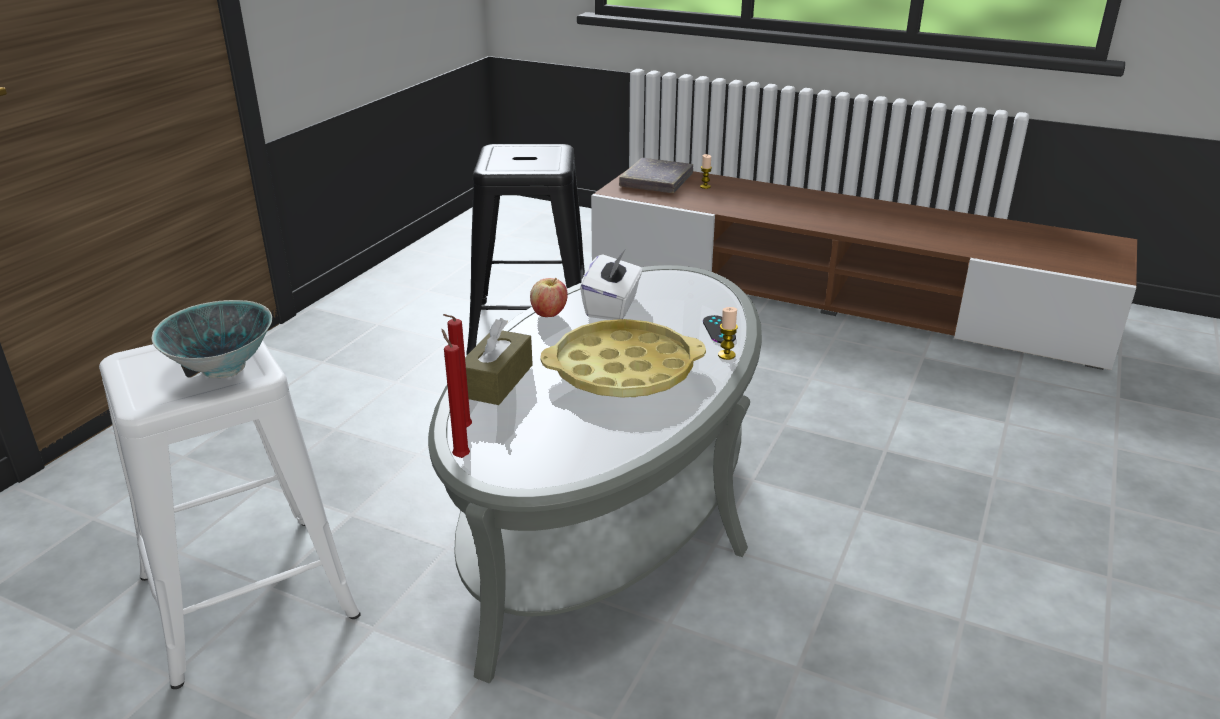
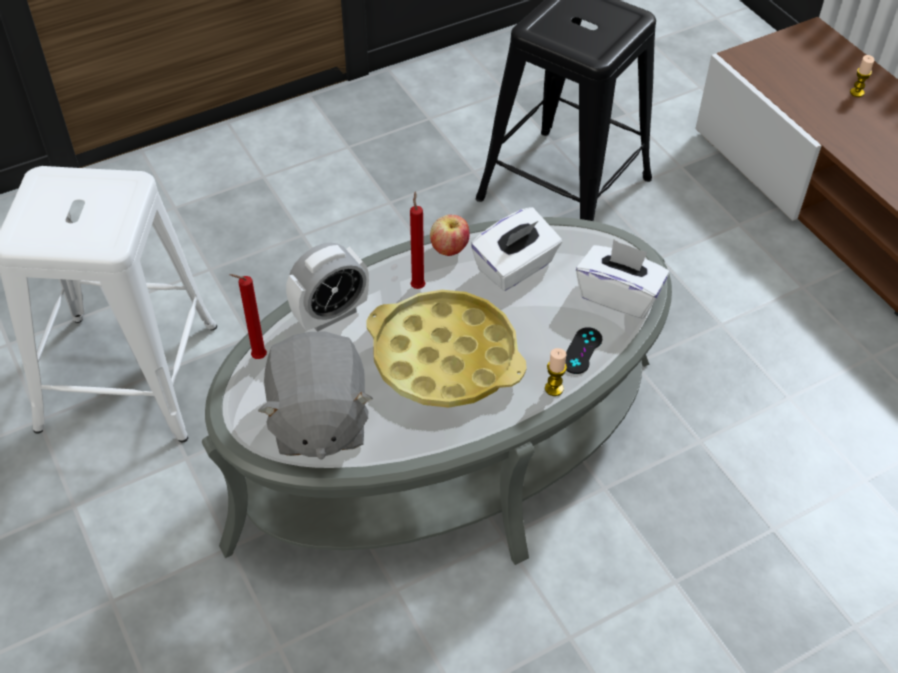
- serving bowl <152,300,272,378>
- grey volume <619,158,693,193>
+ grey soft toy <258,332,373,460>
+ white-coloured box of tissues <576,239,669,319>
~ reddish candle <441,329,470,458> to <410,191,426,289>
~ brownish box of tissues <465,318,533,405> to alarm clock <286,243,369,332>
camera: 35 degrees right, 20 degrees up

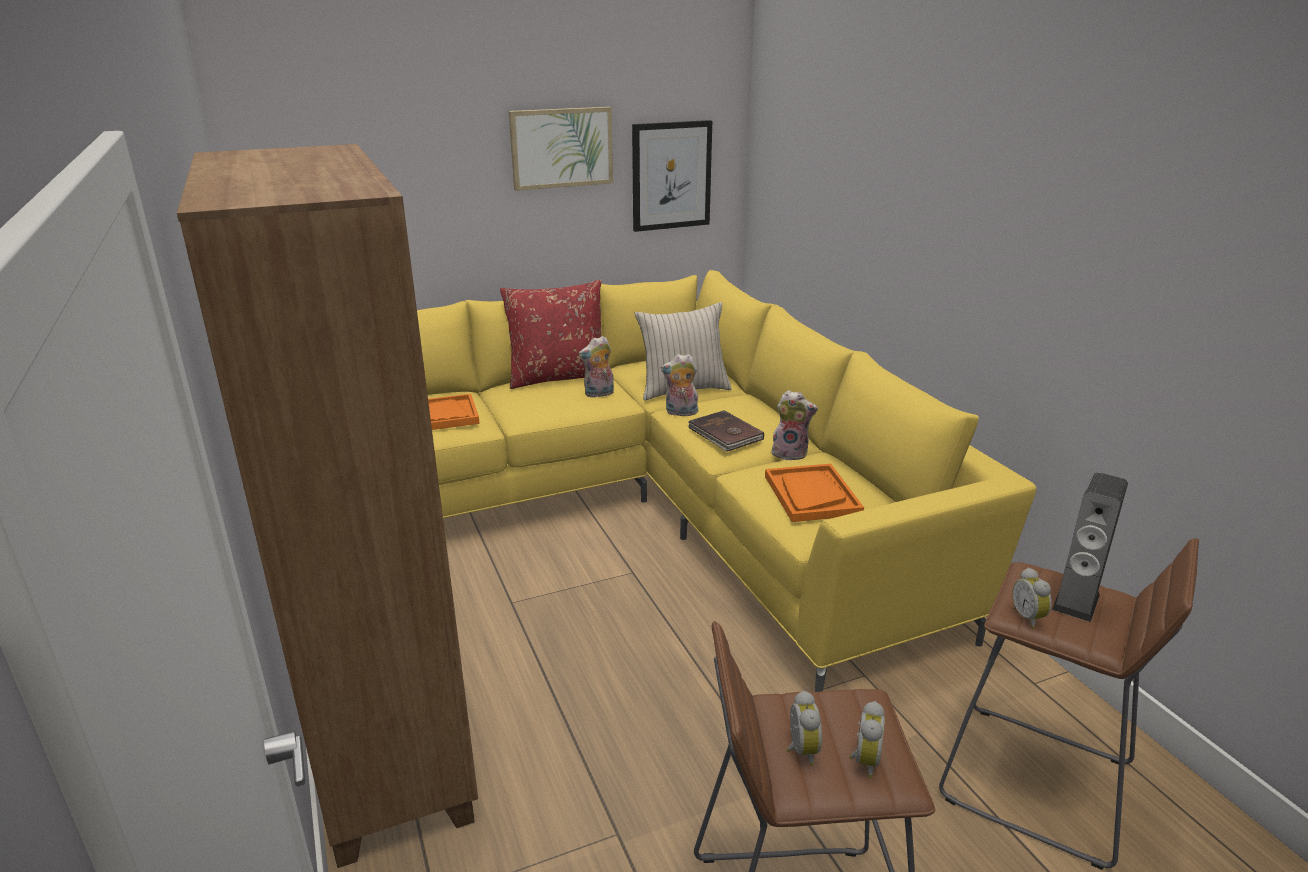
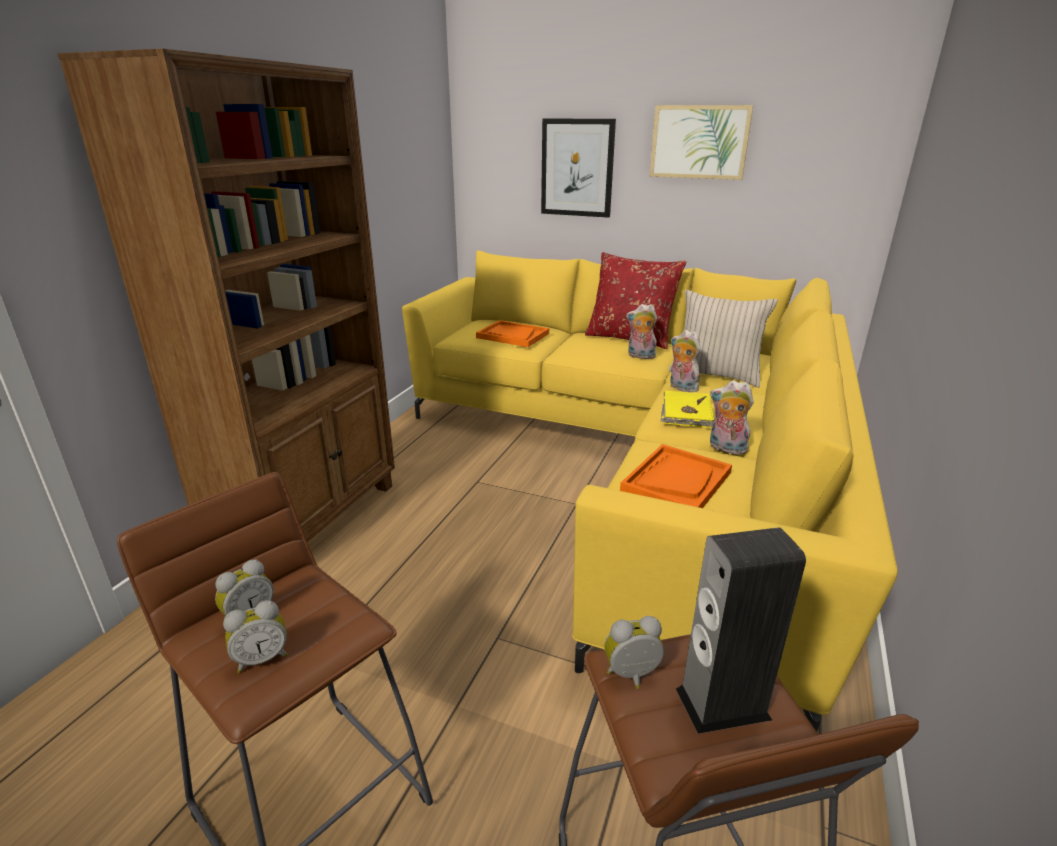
~ wall picture <632,120,712,232> to <541,118,616,218>
~ brownish volume <688,410,764,452> to yellowish volume <661,391,714,428>
~ soft toy <771,390,818,460> = <710,380,754,455> 150 degrees clockwise
~ alarm clock <1012,568,1052,629> = <604,616,664,689> 45 degrees clockwise
camera: 45 degrees right, 0 degrees up

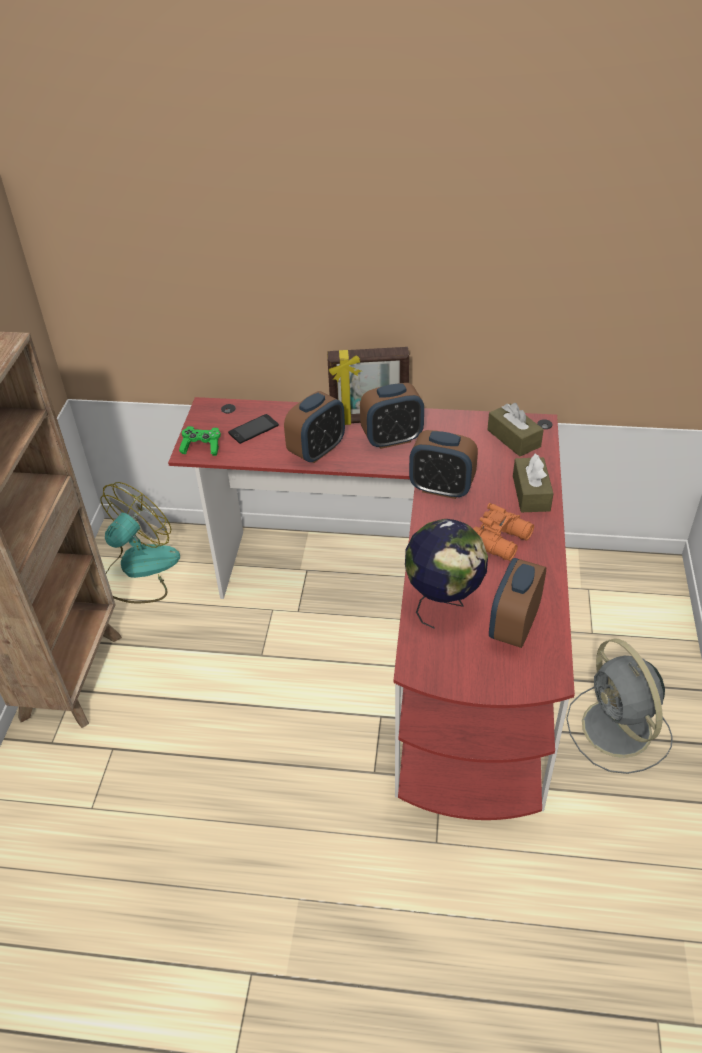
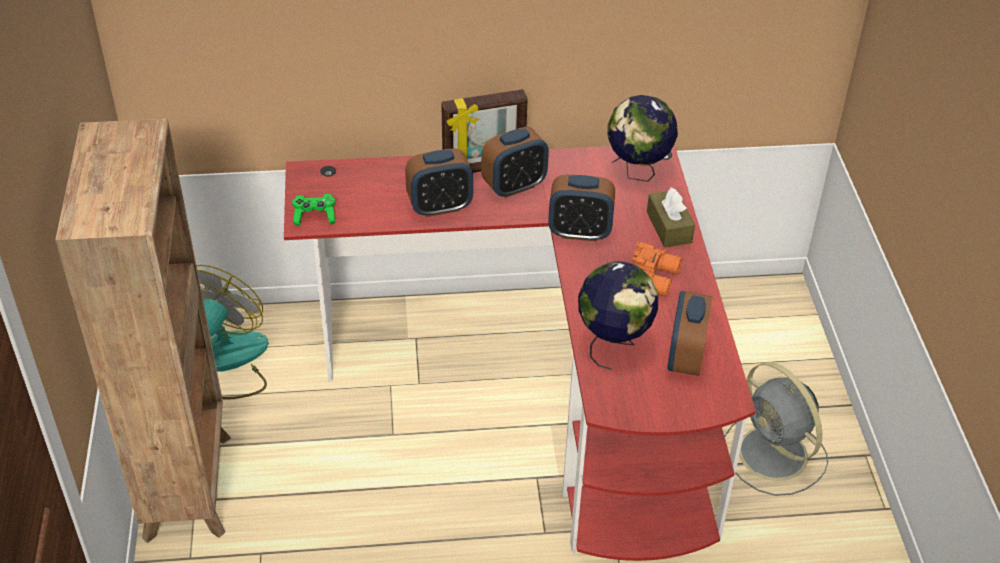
- phone <228,414,279,444>
~ brownish box of tissues <487,403,544,456> to globe <607,95,678,182>
~ alarm clock <284,391,345,463> = <405,149,473,217> 45 degrees clockwise
camera: 15 degrees left, 0 degrees up

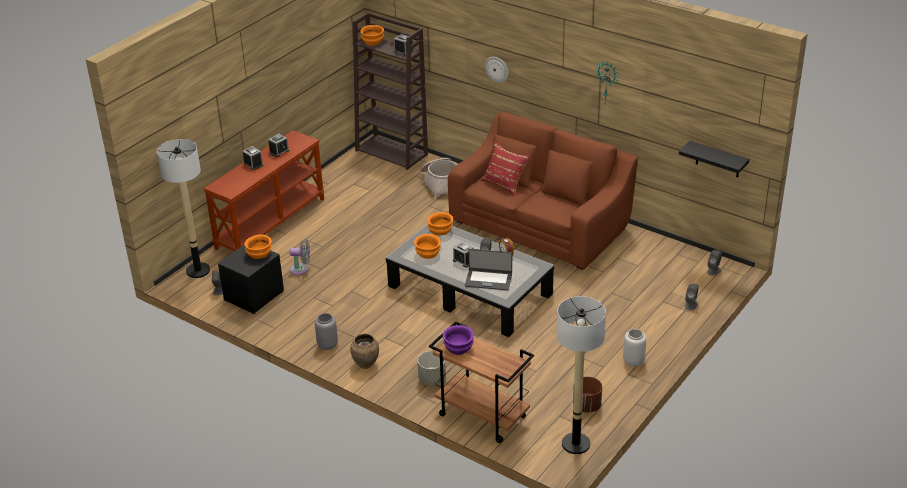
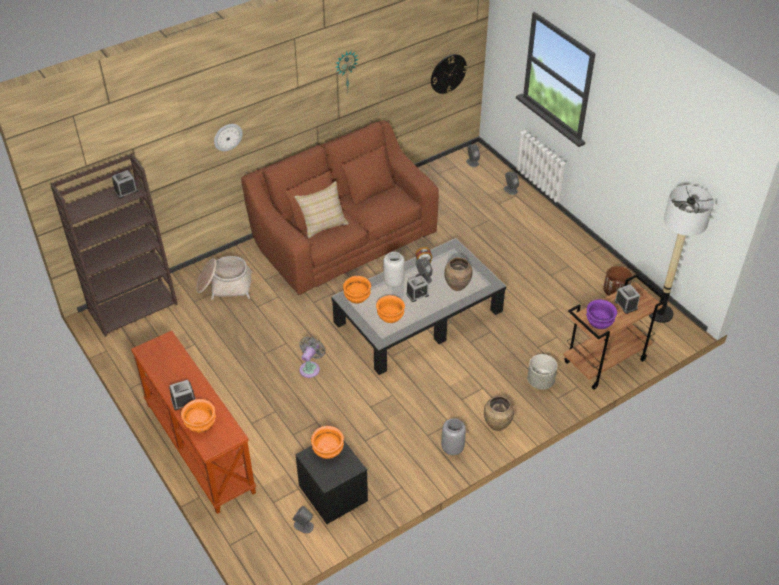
- standing lamp <157,139,210,278>
~ alarm clock <268,134,290,157> to <614,284,640,314>
~ grey cooling fan <289,239,310,275> to <299,337,325,378>
~ orange-coloured serving bowl <360,25,384,46> to <181,399,216,433>
~ grey flower vase <623,329,646,367> to <383,252,405,287>
~ notebook computer <465,249,512,290> to brownish flower vase <444,257,473,291>
~ black-coloured shelf <679,141,749,177> to hanging clock <431,54,467,94>
~ reddish cushion <481,142,530,196> to beige cushion <294,181,349,239>
camera: 70 degrees left, 10 degrees up

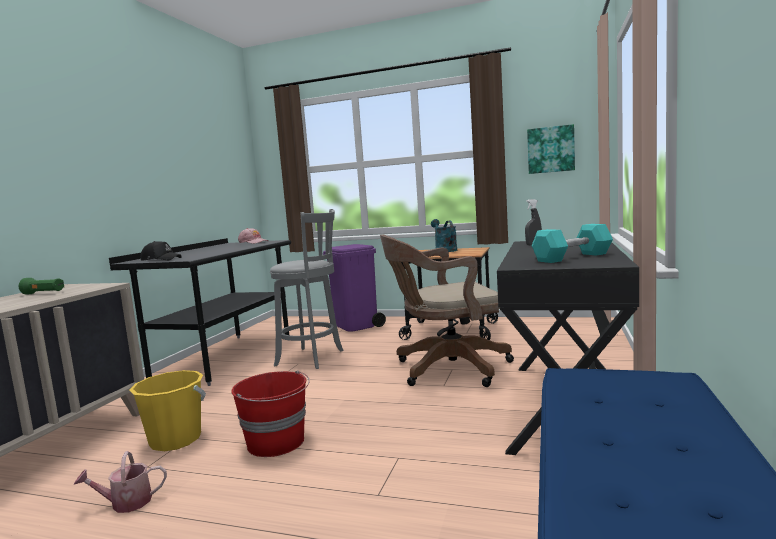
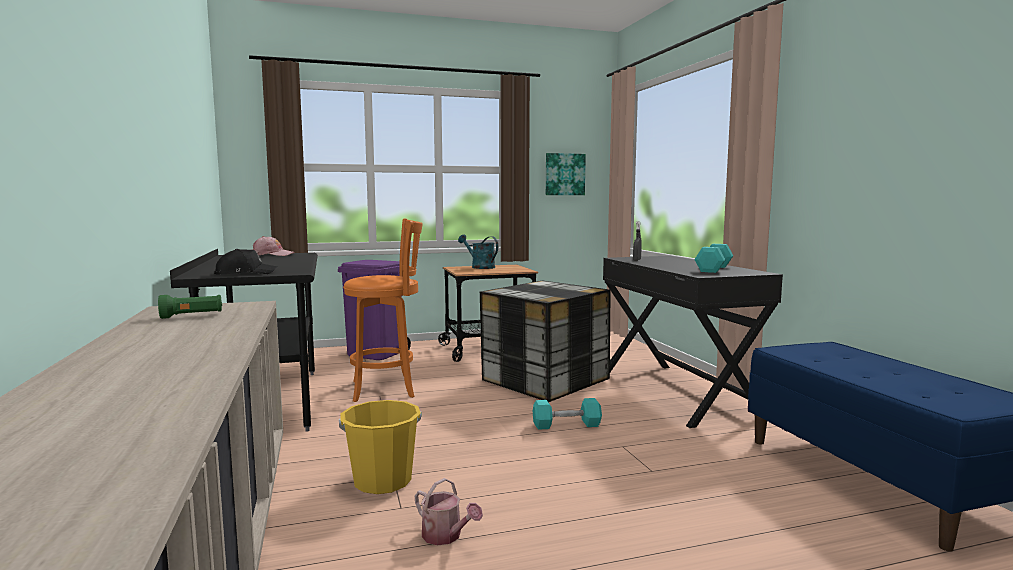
- reddish bucket <231,370,310,457>
+ blue-green hand weight <533,398,602,430>
~ brownish office chair <380,234,514,387> to storage container <480,280,611,402>
~ grey sitting stool <270,209,344,369> to orange-coloured sitting stool <343,219,423,402>
~ watering can <74,451,167,513> = <415,478,483,545> 90 degrees counterclockwise
camera: 35 degrees left, 0 degrees up

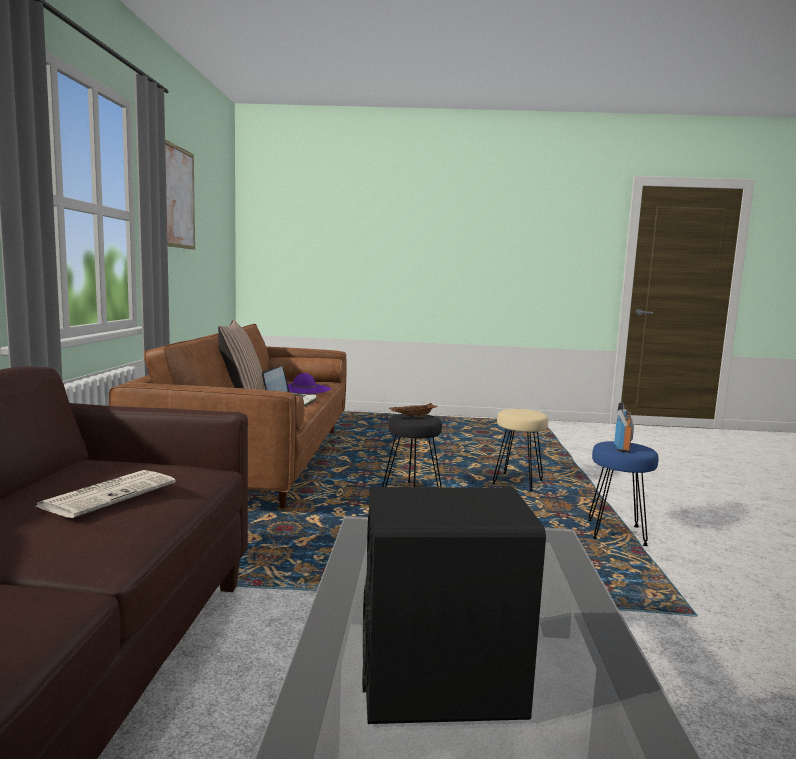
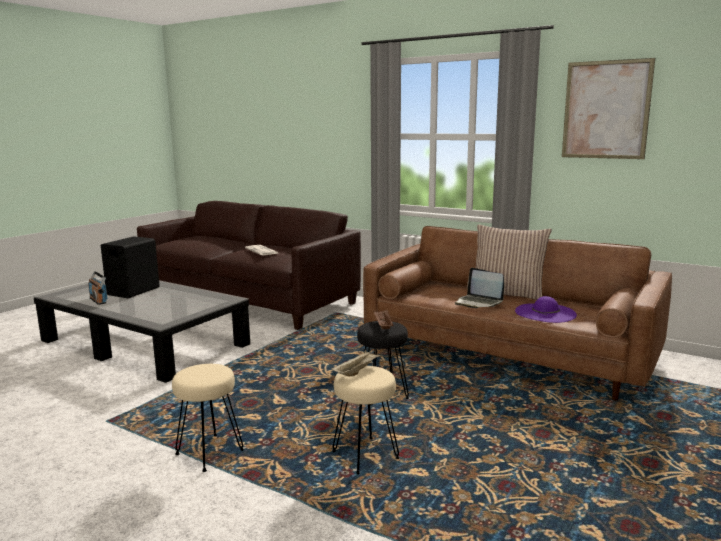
+ beige tray <331,350,381,376>
~ radio receiver <614,402,634,453> to <88,271,107,305>
~ blue-coloured sitting stool <588,441,658,546> to beige sitting stool <172,364,244,472>
camera: 120 degrees right, 5 degrees up

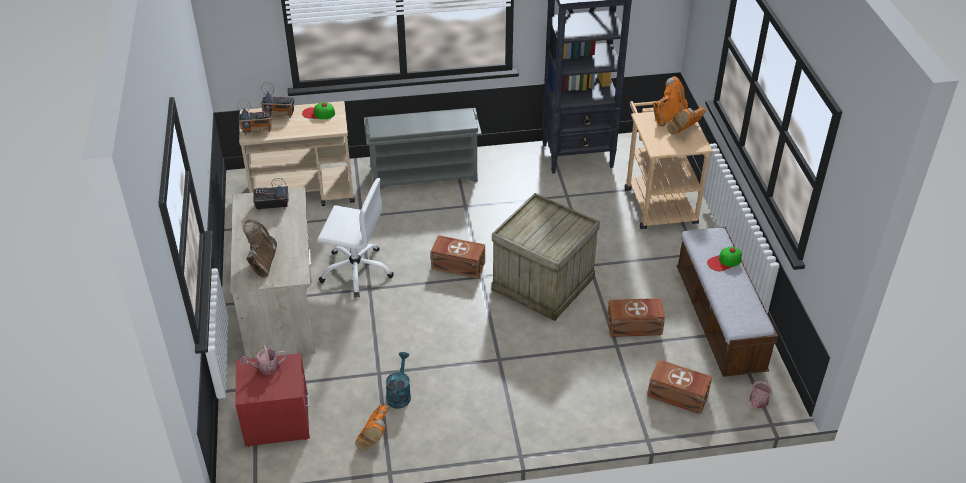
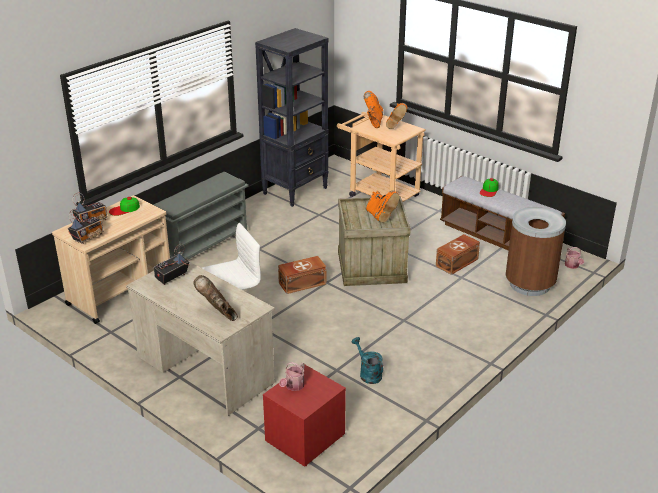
~ orange-coloured boot <355,403,389,450> to <366,190,400,223>
~ brownish storage container <647,359,712,414> to brownish trash can <506,207,566,296>
camera: 40 degrees left, 10 degrees down

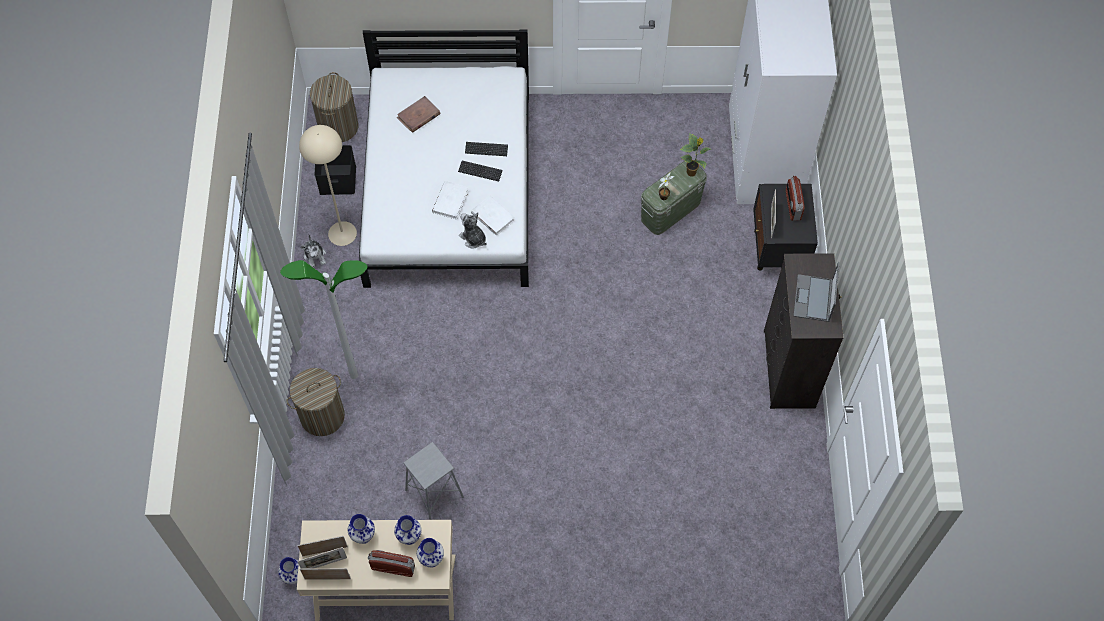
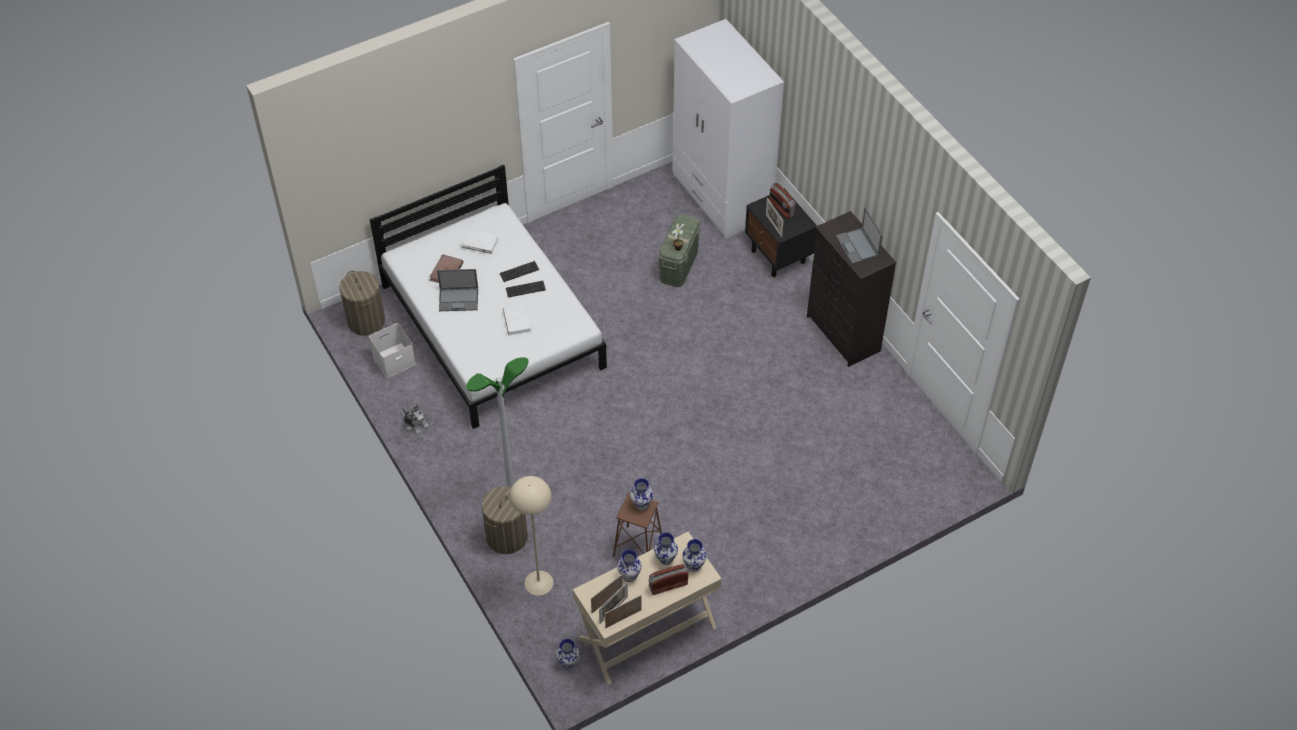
- soft toy <459,212,487,248>
- houseplant <680,133,711,177>
+ notebook computer <437,269,478,311>
+ flower vase <630,478,653,510>
~ beige standing lamp <299,125,357,246> to <509,476,553,596>
~ white-coloured volume <471,195,515,236> to <462,229,499,254>
~ black-coloured storage container <315,145,356,195> to white-coloured storage container <369,323,416,378>
~ grey sitting stool <403,442,464,520> to brownish sitting stool <613,492,662,557>
camera: 30 degrees left, 10 degrees down

